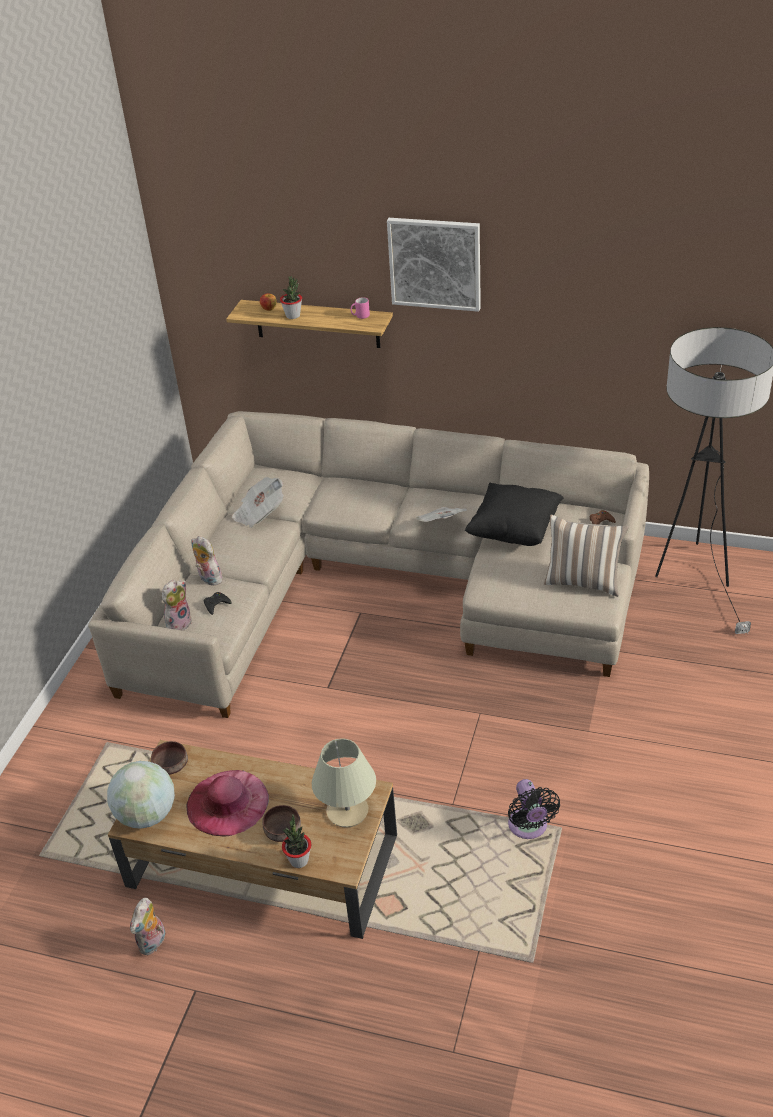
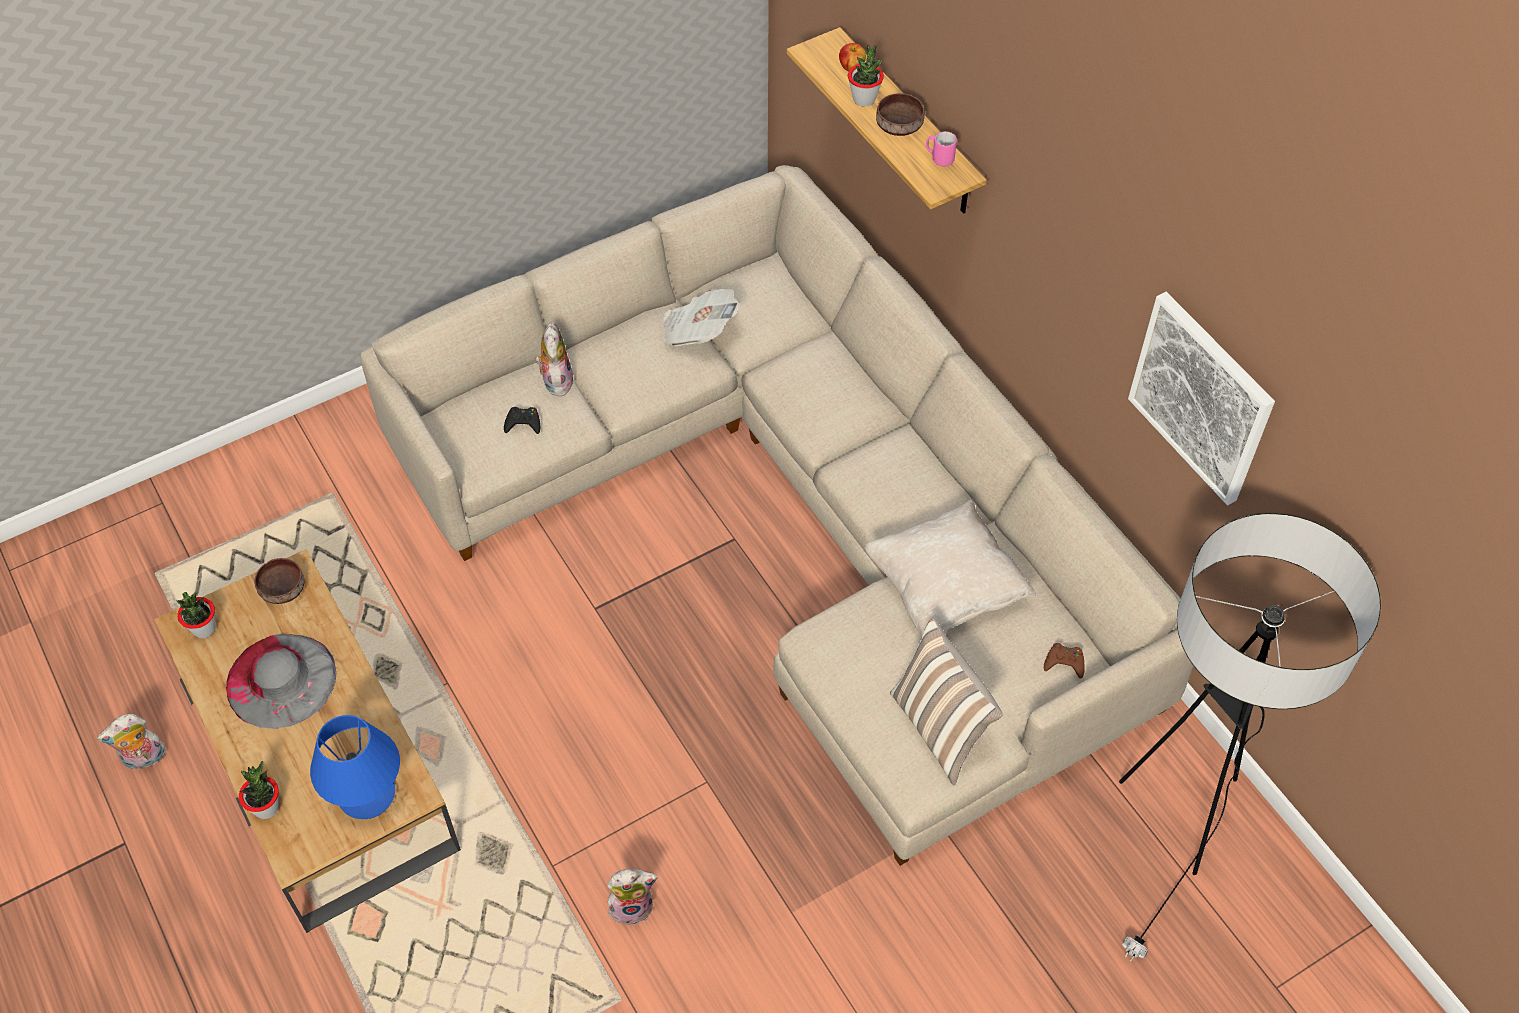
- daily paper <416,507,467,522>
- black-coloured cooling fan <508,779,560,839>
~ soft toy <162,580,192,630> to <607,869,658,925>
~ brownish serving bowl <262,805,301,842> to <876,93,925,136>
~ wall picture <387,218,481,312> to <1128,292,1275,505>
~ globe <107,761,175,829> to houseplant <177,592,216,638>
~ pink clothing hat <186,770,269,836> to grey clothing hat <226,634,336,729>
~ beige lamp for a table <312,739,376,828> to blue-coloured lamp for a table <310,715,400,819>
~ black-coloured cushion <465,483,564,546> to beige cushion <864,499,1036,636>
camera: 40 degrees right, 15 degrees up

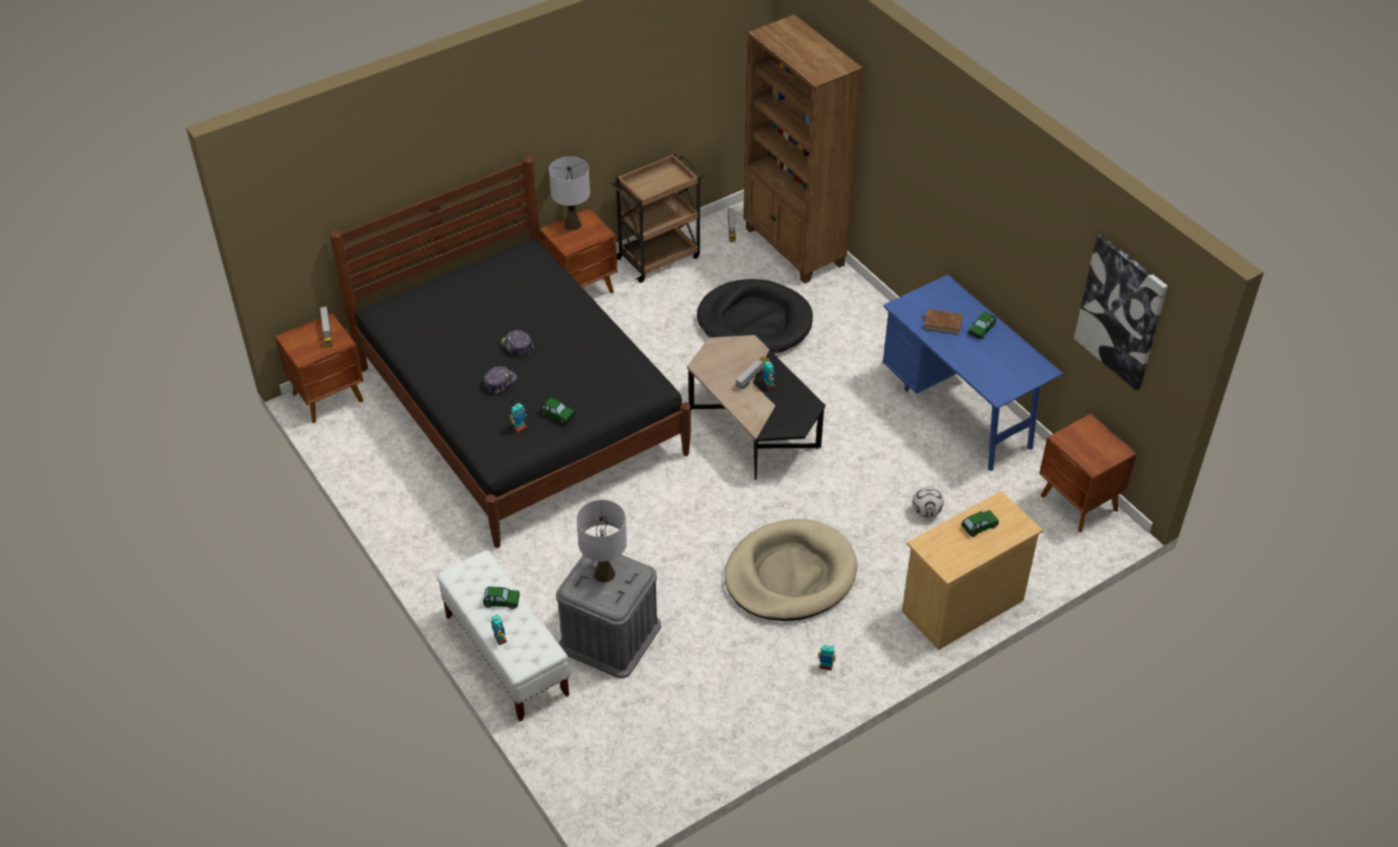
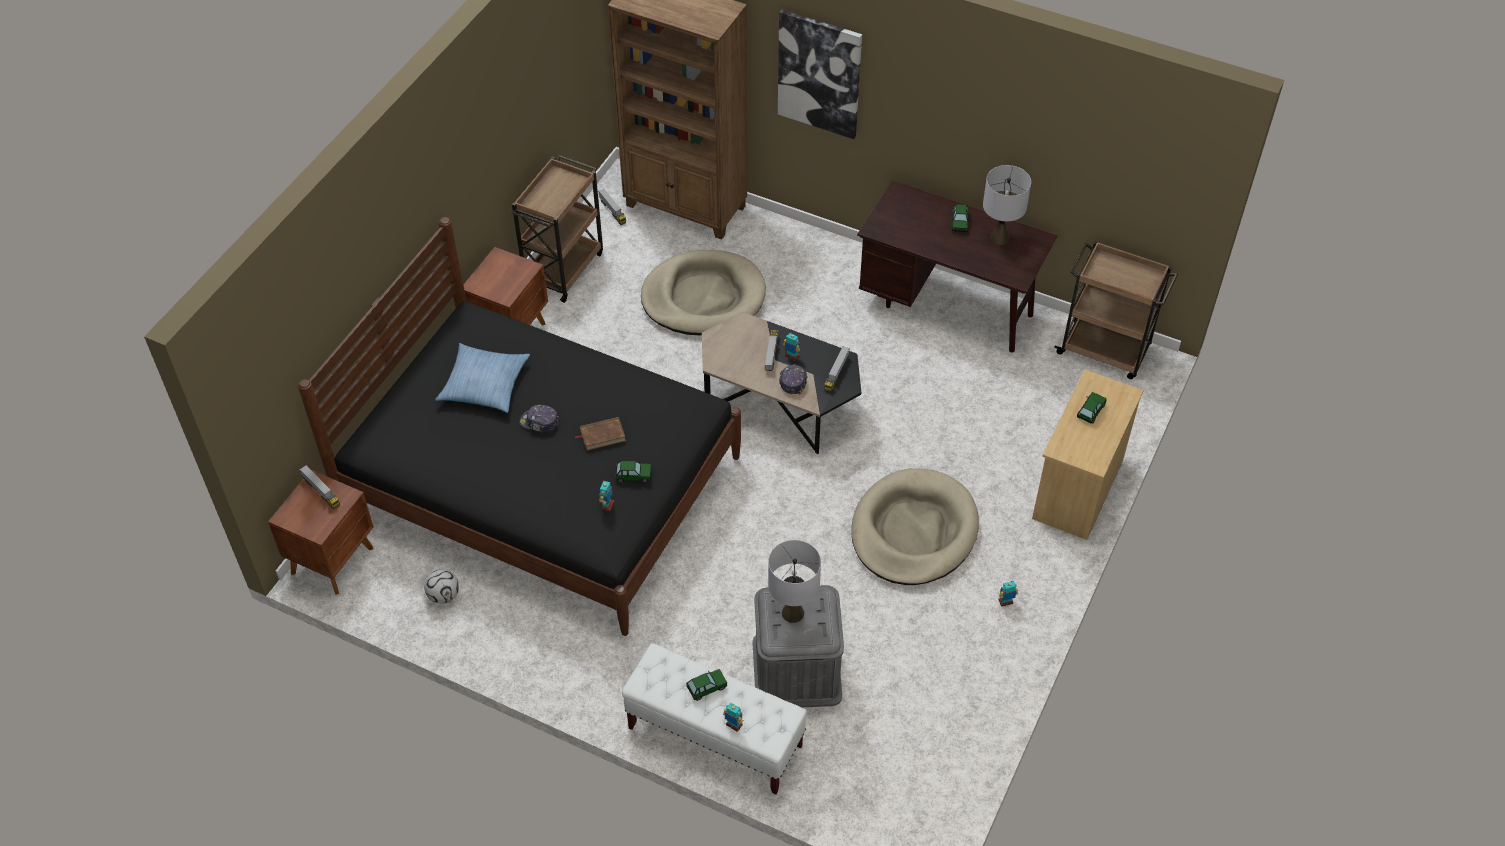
+ cushion <435,343,530,413>
+ toy lorry <824,346,850,392>
~ peaked cap <484,366,517,395> to <779,364,808,394>
~ grey lamp for a table <549,156,590,230> to <983,165,1031,245>
~ football ball <912,487,944,518> to <424,569,459,604>
~ brownish volume <920,309,963,335> to <575,417,626,451>
~ wall picture <1074,234,1168,391> to <778,9,862,139>
~ brownish nightstand <1039,414,1137,532> to brownish trolley <1054,241,1178,379>
~ black-coloured pet bed <697,279,813,354> to beige pet bed <641,250,766,335>
~ blue-coloured desk table <882,274,1063,471> to brownish desk table <857,181,1057,352>
camera: 30 degrees left, 5 degrees up

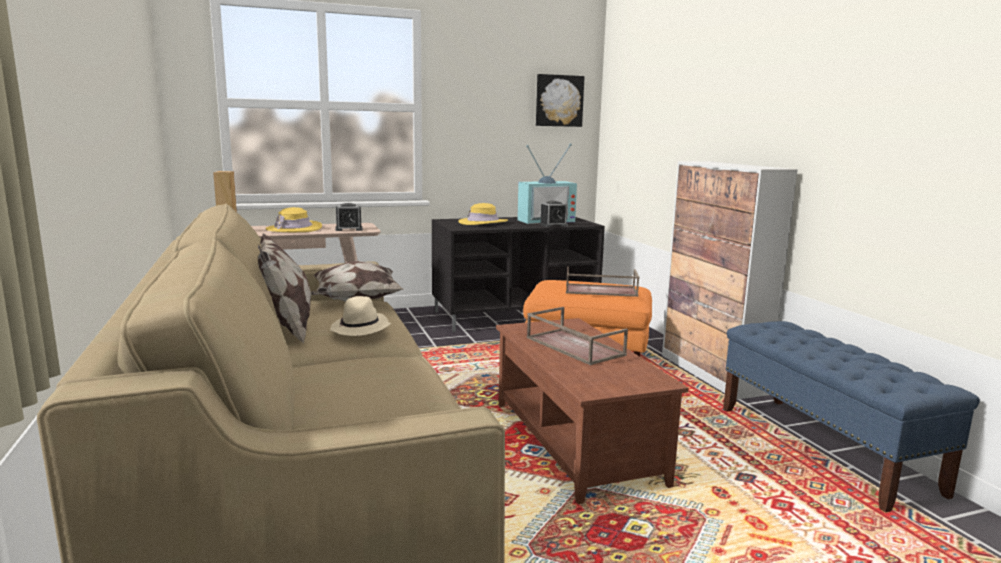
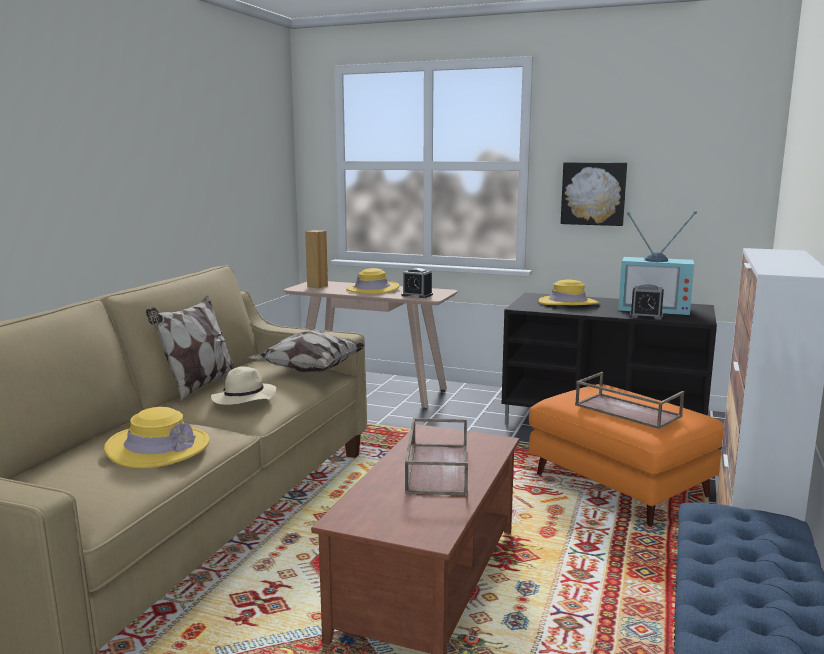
+ yellowish clothing hat <104,407,209,468>
~ wall picture <536,74,584,127> to <561,162,627,226>
camera: 40 degrees right, 0 degrees up

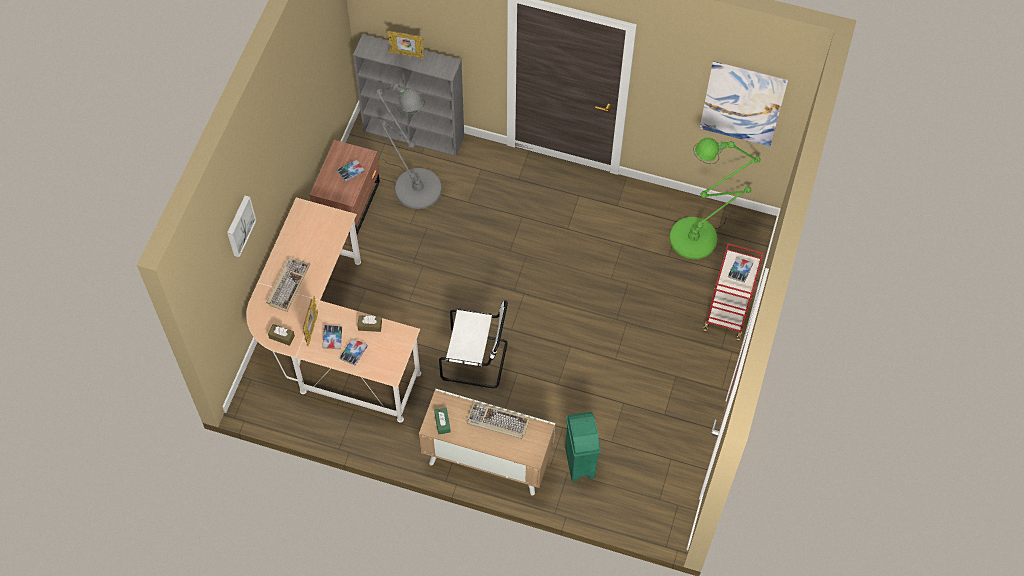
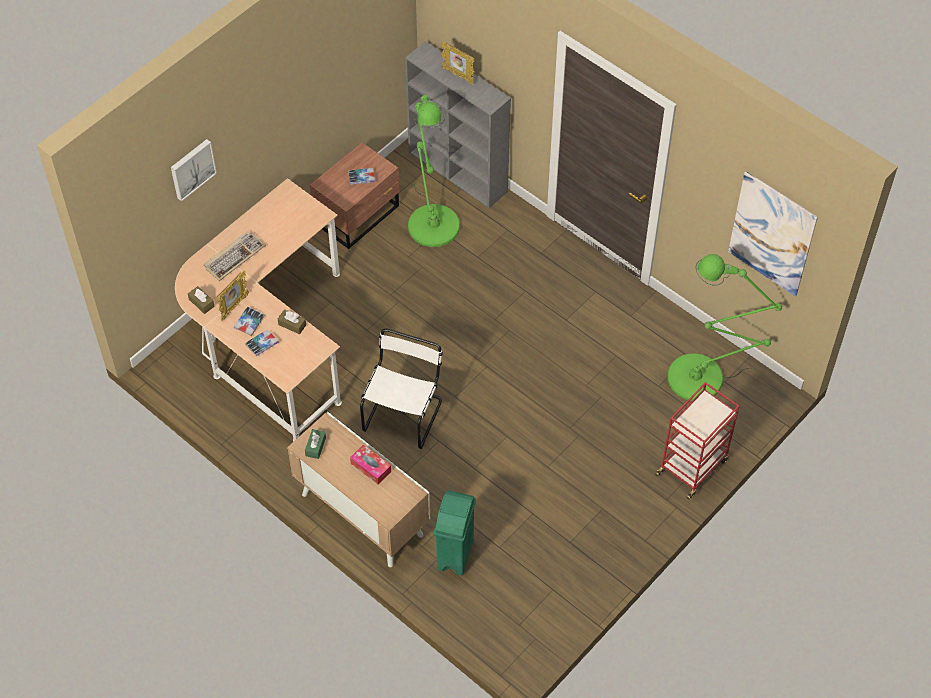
- volume <728,257,753,283>
~ computer keyboard <467,402,530,439> to box of tissues <350,445,391,485>
~ grey standing lamp <376,84,442,209> to green-coloured standing lamp <408,95,460,247>
~ white-coloured upright chair <439,300,508,388> = <360,329,443,449> 105 degrees counterclockwise
camera: 25 degrees right, 5 degrees down

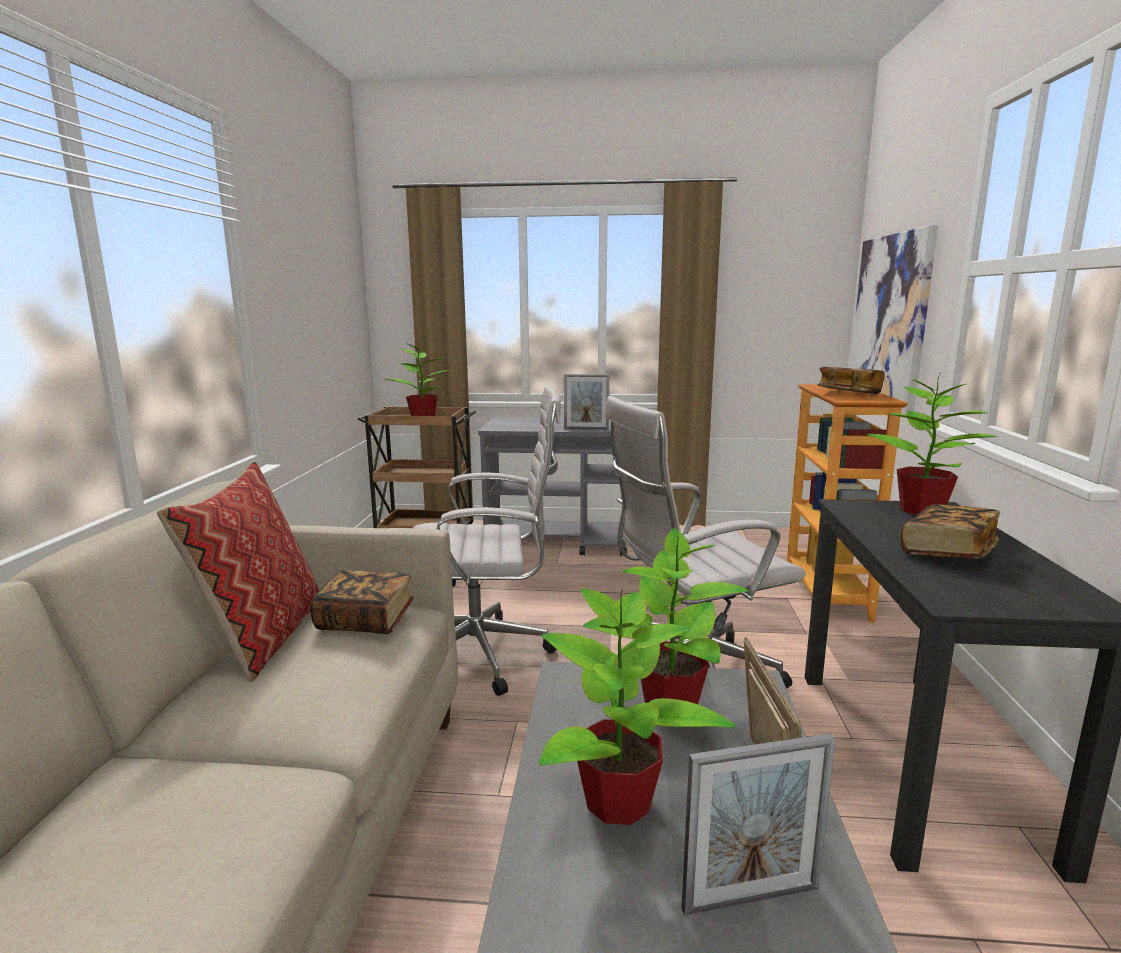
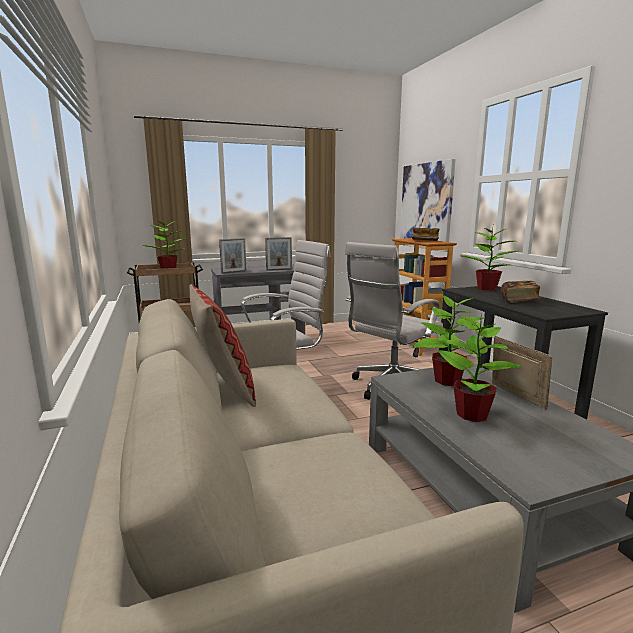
- volume <310,570,414,634>
~ photo frame <682,733,836,915> to <219,238,246,274>
camera: 25 degrees left, 0 degrees up

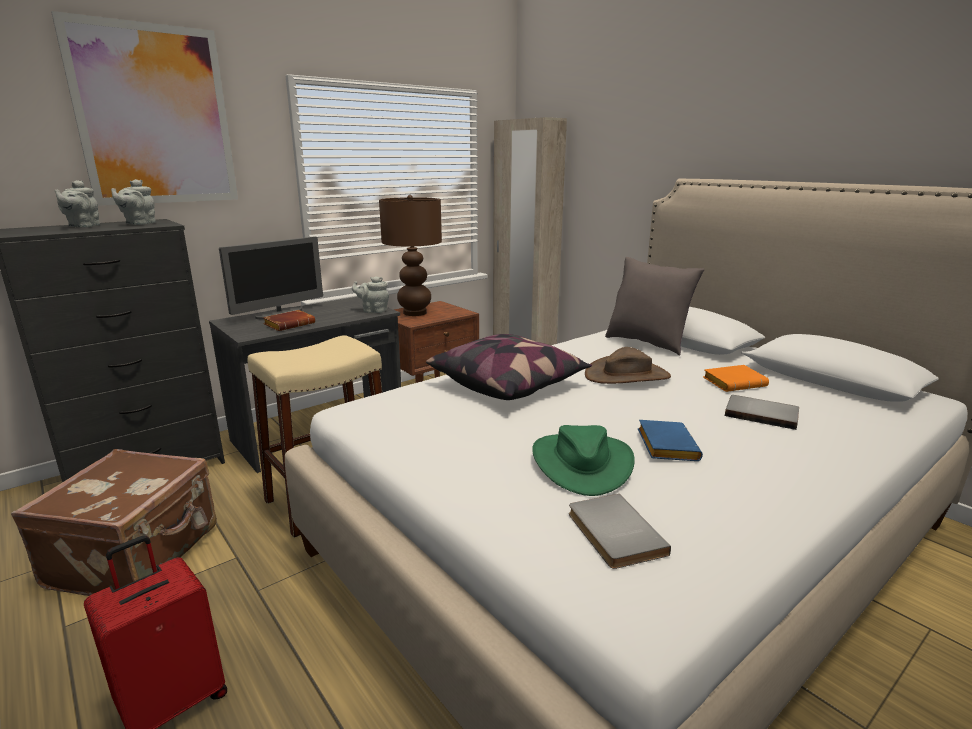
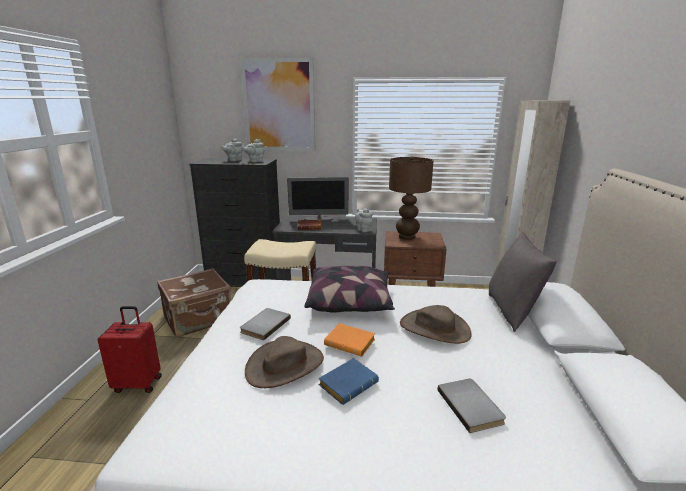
~ grey volume <569,494,671,569> to <240,308,291,340>
~ orange-coloured volume <703,365,769,392> to <324,323,375,357>
~ green-coloured clothing hat <532,425,635,496> to brownish clothing hat <245,336,324,388>
camera: 45 degrees right, 0 degrees up

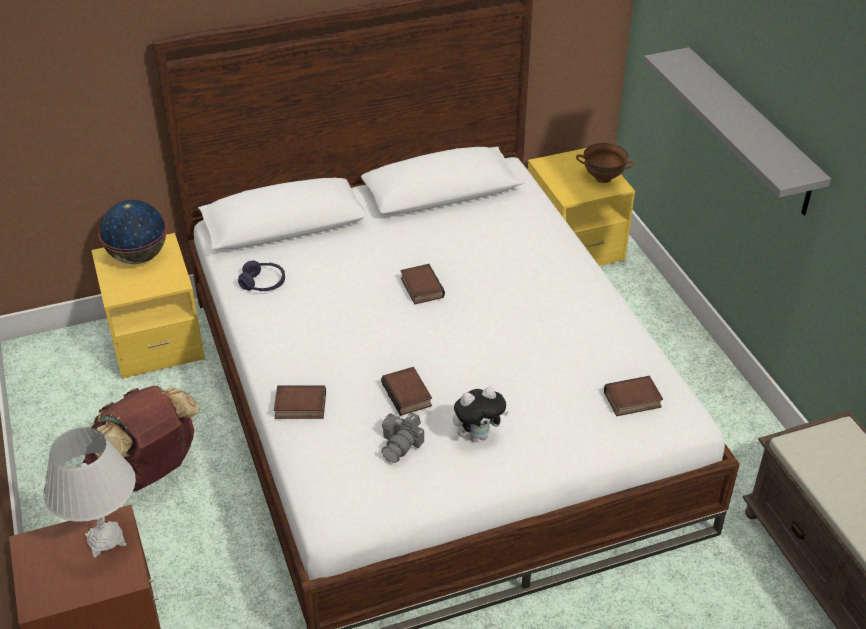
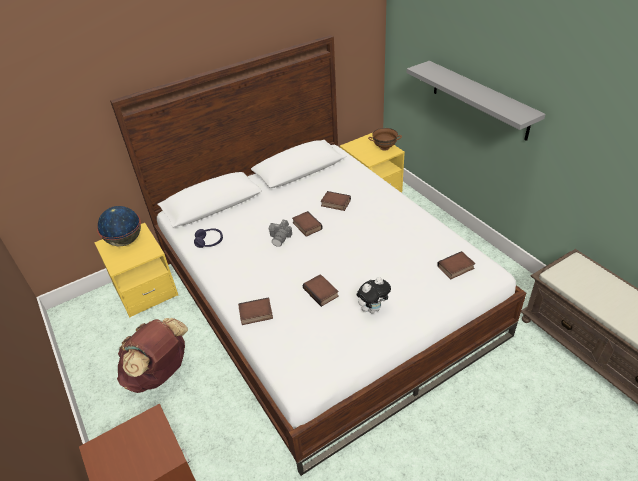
- white-coloured lamp for a table <43,427,136,558>
+ volume <321,191,351,211>
~ photo camera <382,412,424,463> to <269,220,292,247>
camera: 10 degrees left, 0 degrees up

